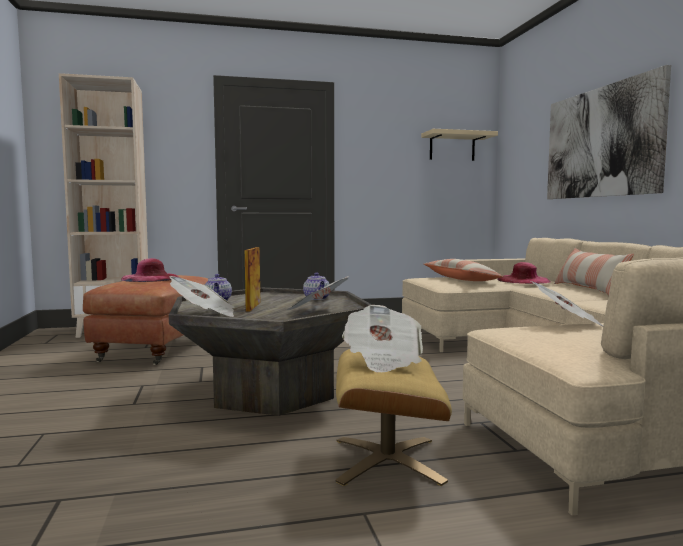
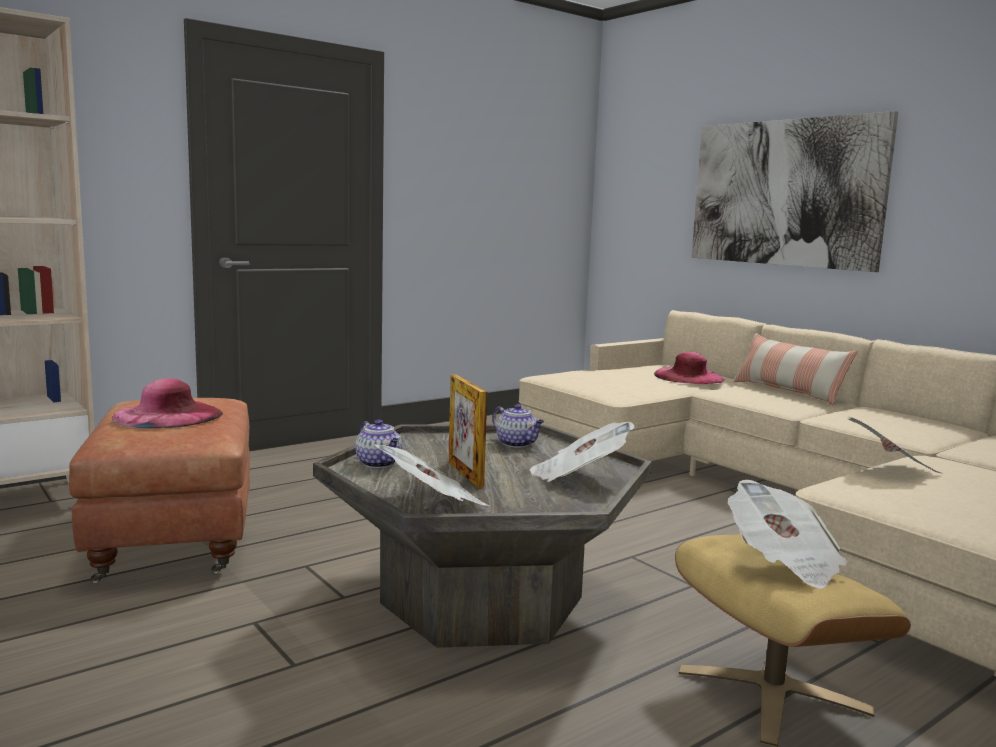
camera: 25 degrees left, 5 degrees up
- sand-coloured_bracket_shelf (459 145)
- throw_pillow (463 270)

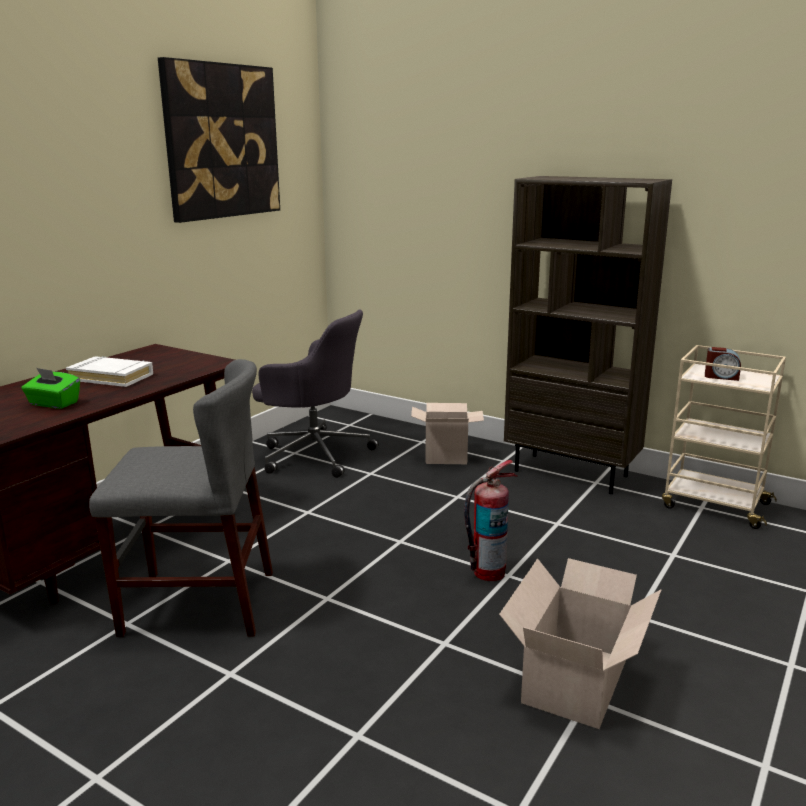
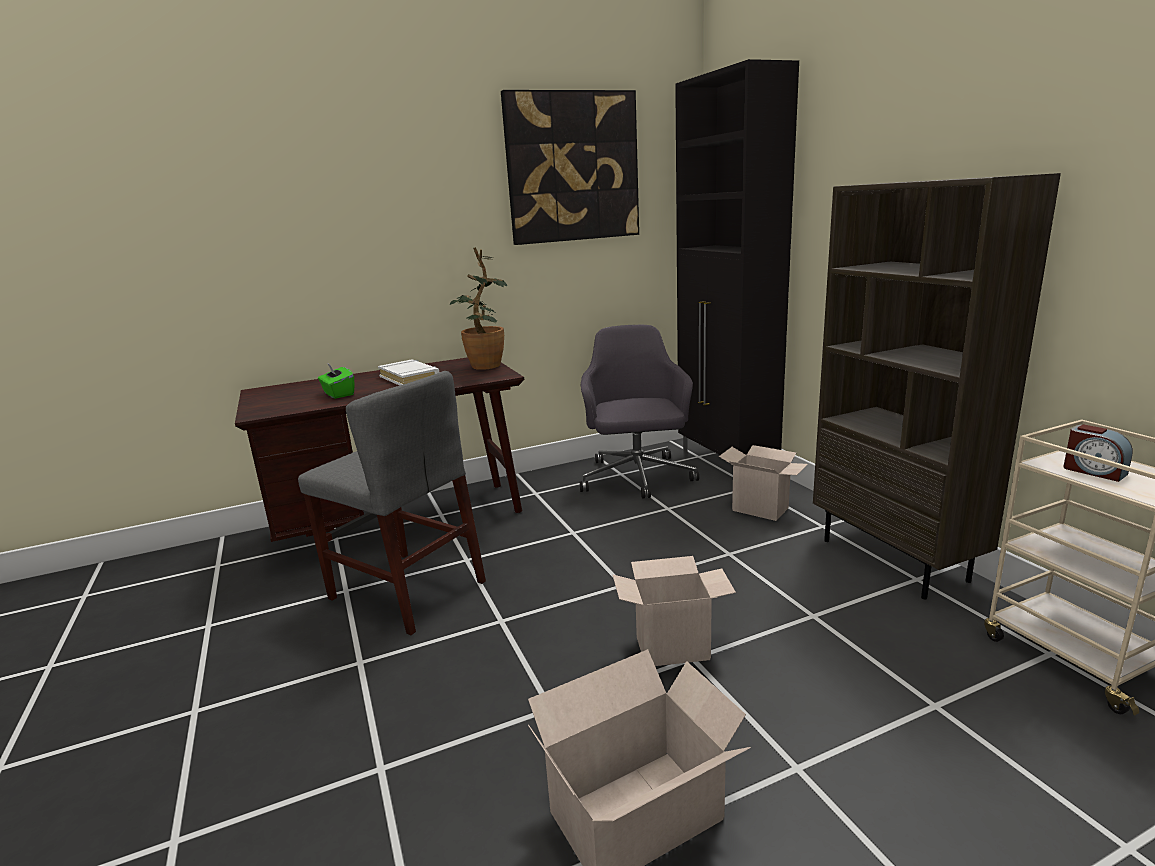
camera: 35 degrees right, 0 degrees up
+ houseplant (478 308)
~ greyish_office_chair (315 393) = (639 412) 150 degrees counterclockwise
~ extinguisher (491 520) to packing_box (674 611)
+ black_cabinet (737 257)

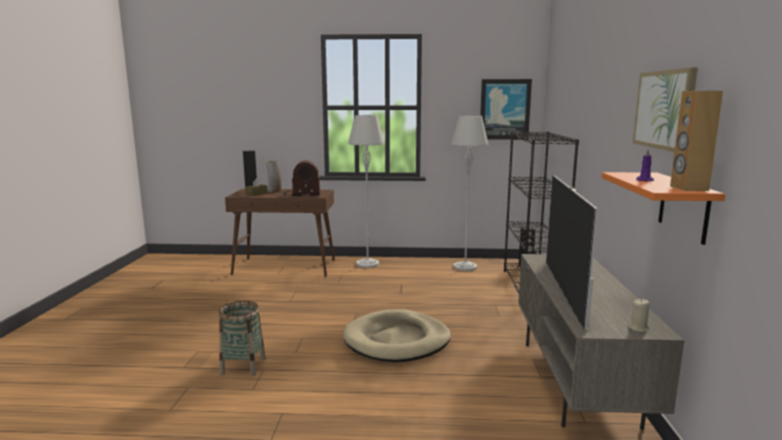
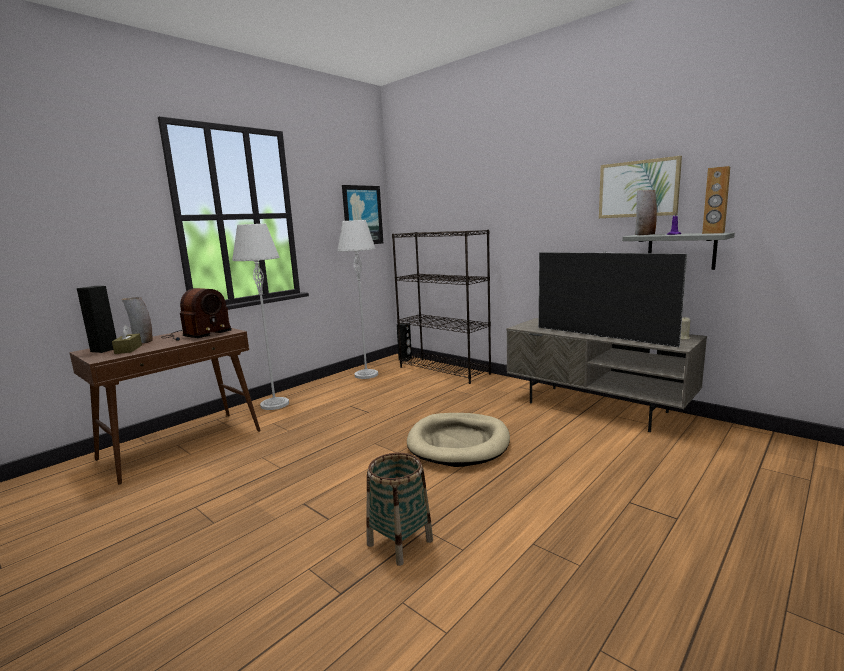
camera: 50 degrees left, 0 degrees up
~ orange-coloured_bracket_shelf (663 208) to greyish_bracket_shelf (678 251)
+ flower_vase (646 212)

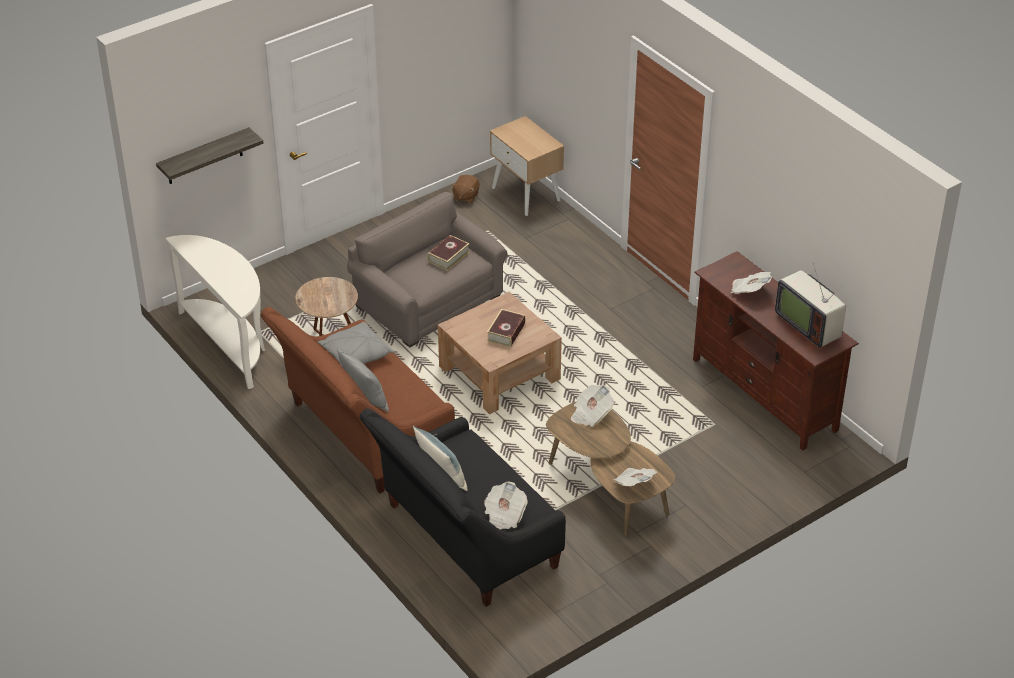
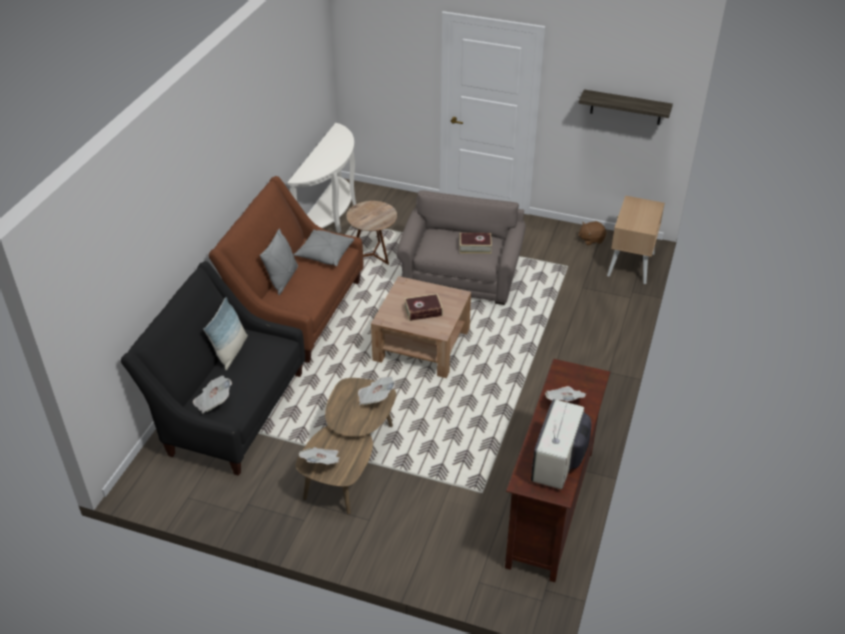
camera: 55 degrees right, 0 degrees up
~ bracket_shelf (209 155) to (626 107)

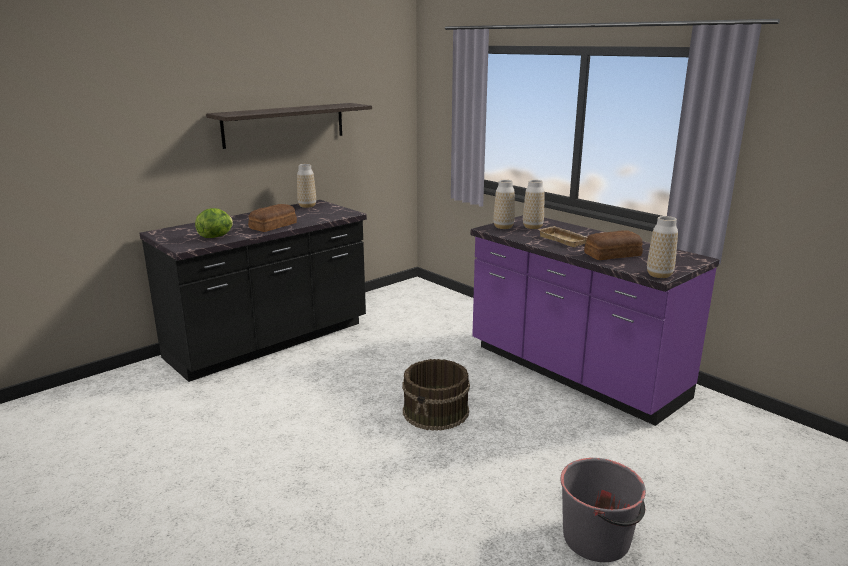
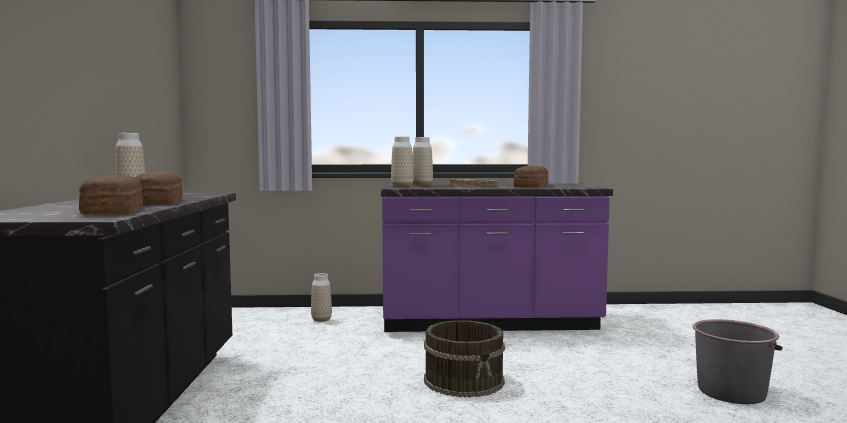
camera: 50 degrees left, 15 degrees down
~ head_of_lettuce (214 223) to baked_bread (111 194)
~ flower_vase (662 247) to (321 297)
- bracket_shelf (289 126)

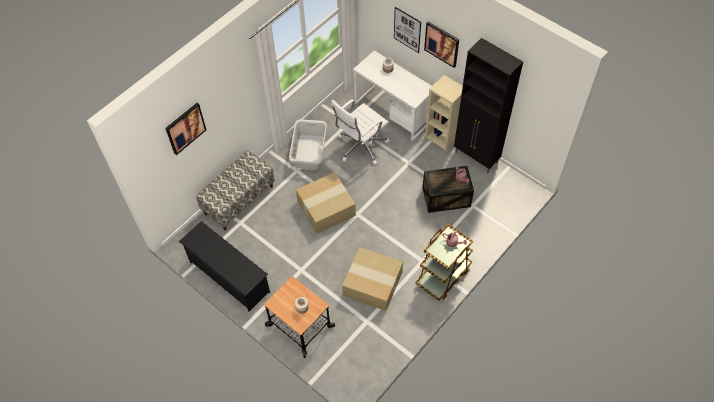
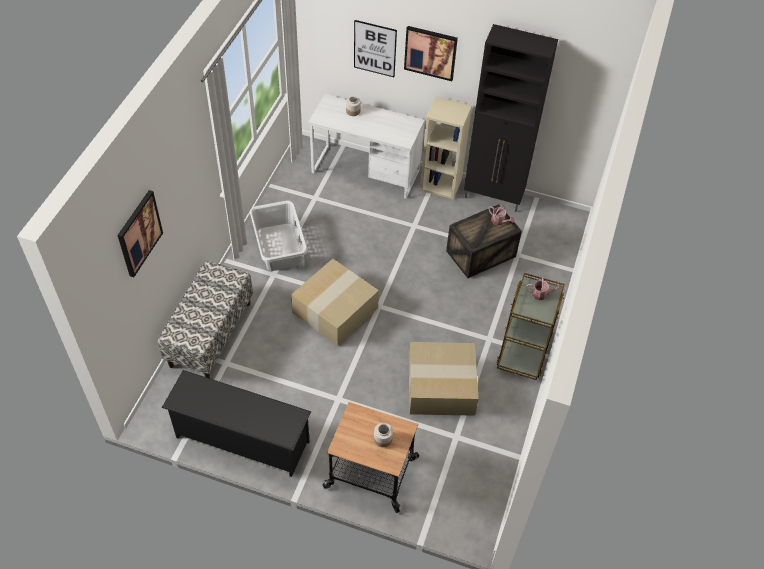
camera: 25 degrees left, 5 degrees down
- white-coloured_office_chair (360 132)

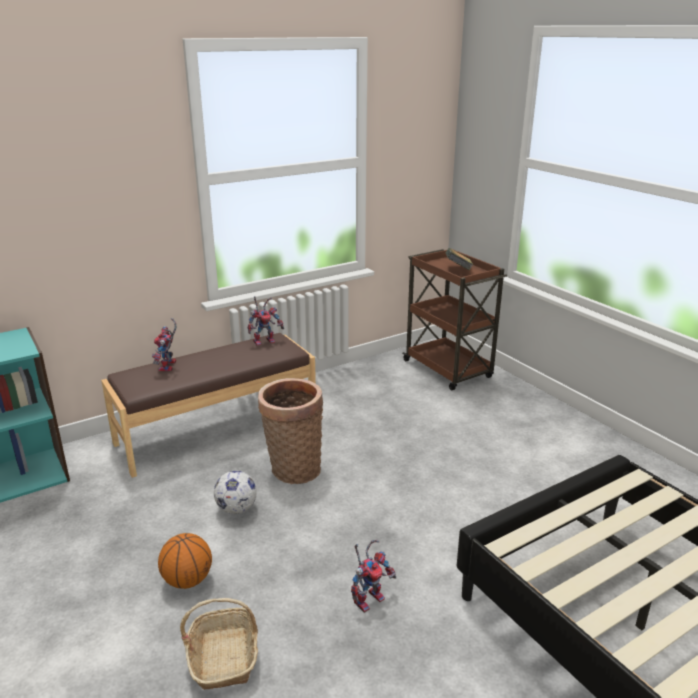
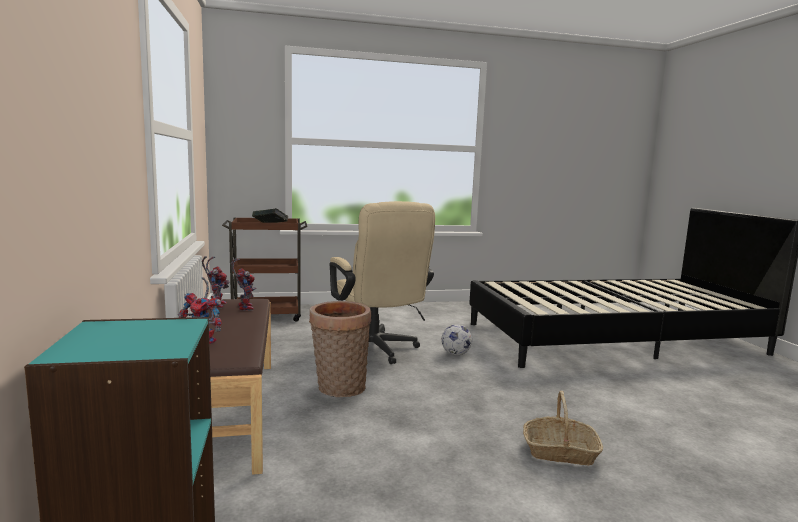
camera: 70 degrees left, 15 degrees down
~ model_robot (373 576) to (243 284)
+ sand-coloured_office_chair (382 282)
~ ball_for_football (235 492) to (456 340)
- ball_for_basketball (185 561)

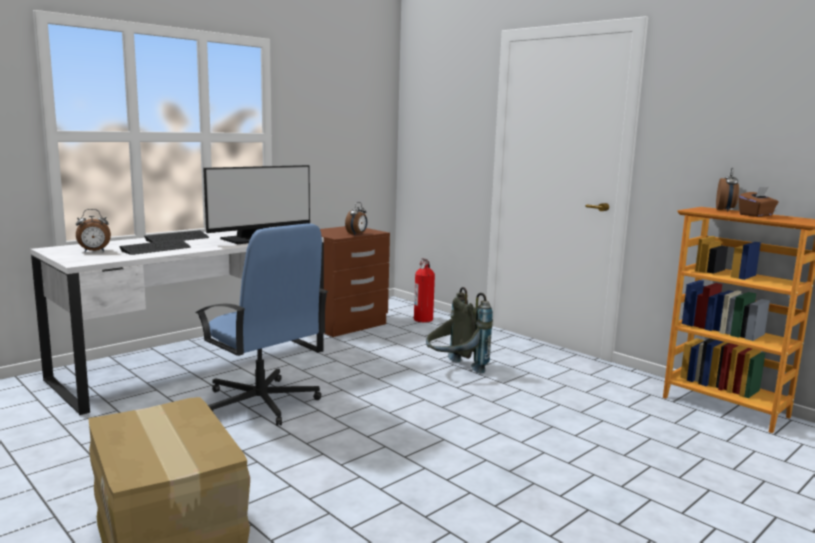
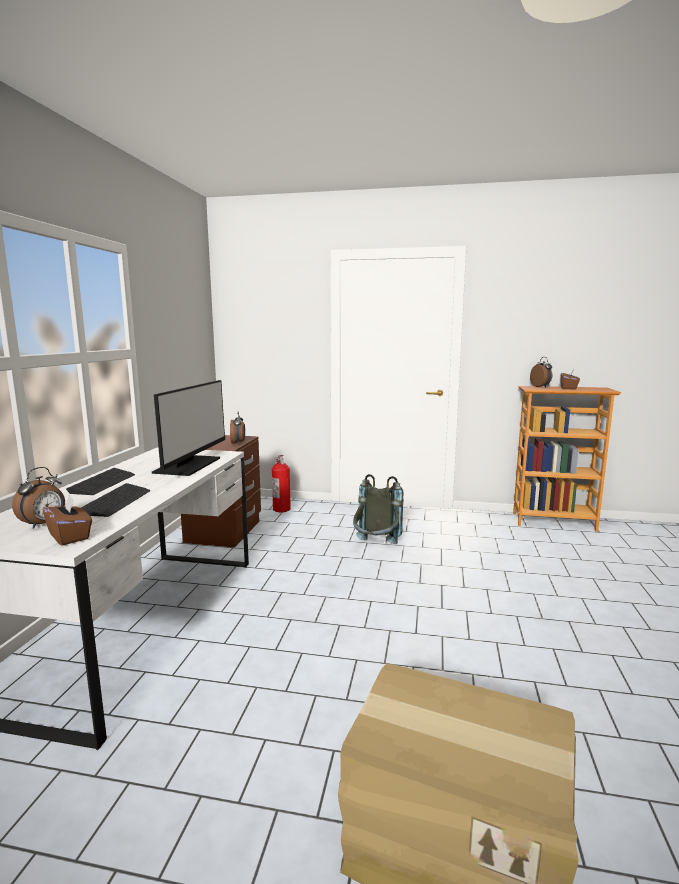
camera: 35 degrees left, 0 degrees up
+ brown_box_of_tissues (67 521)
- blue_office_chair (261 324)

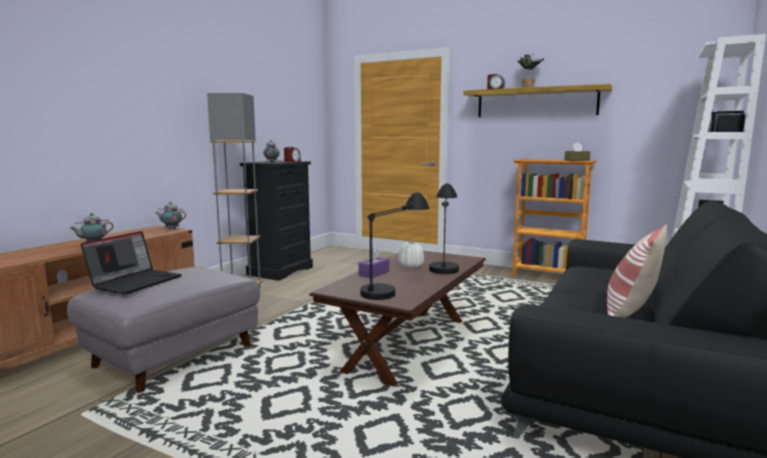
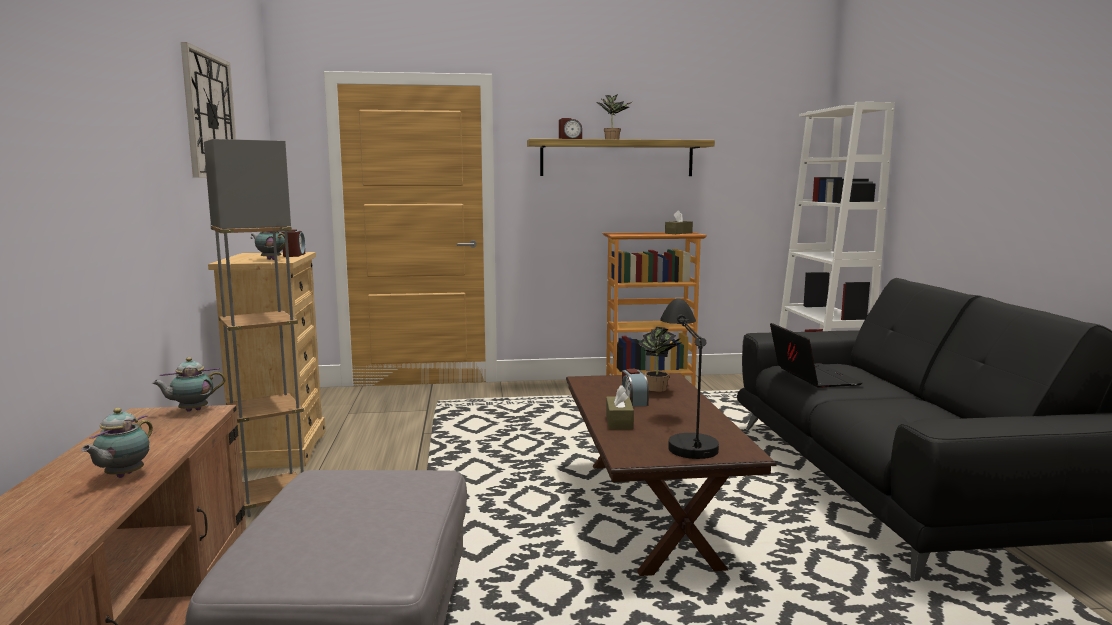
camera: 35 degrees left, 0 degrees up
+ hanging_clock (208 110)
~ black_dresser (276 221) to sand-coloured_dresser (266 360)
~ purple-coloured_box_of_tissues (373 263) to brown_box_of_tissues (620 407)
~ white-coloured_flower_vase (411 255) to alarm_clock (635 388)
~ black_tabletop_lamp (444 228) to houseplant (660 359)
~ portable_computer (131 262) to (816 355)
- throw_pillow (637 271)

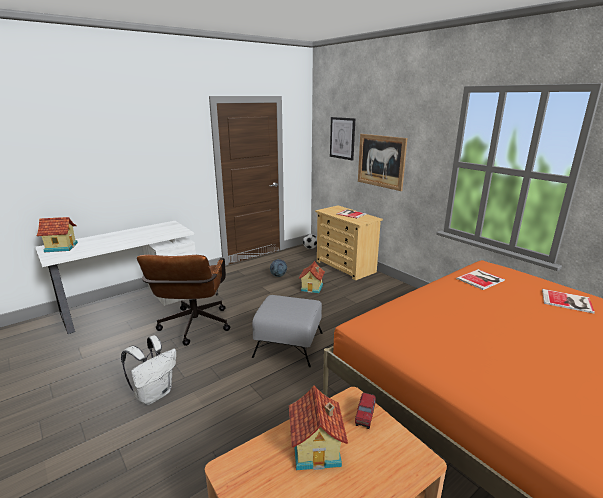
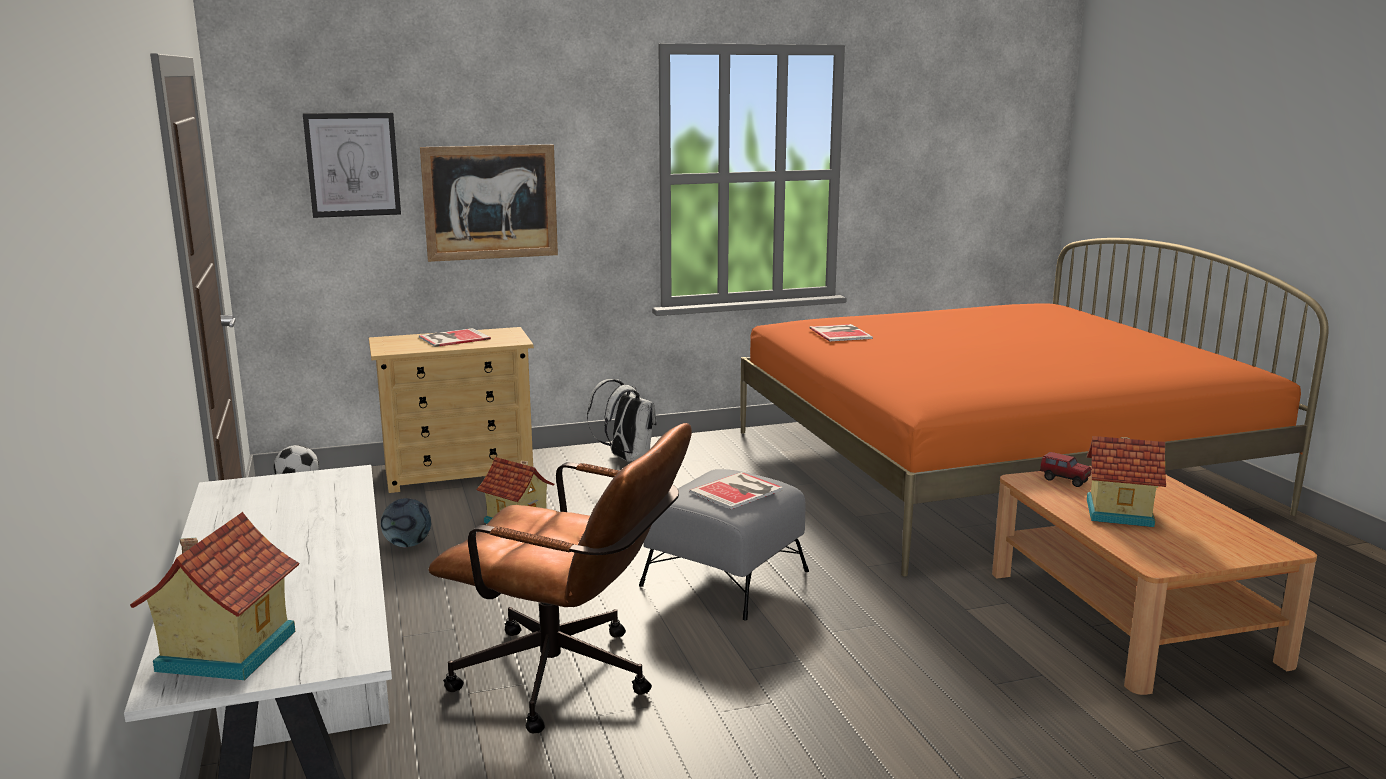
camera: 70 degrees left, 5 degrees down
~ white-coloured_backpack (148 370) to (622 420)
~ bound_book (568 301) to (736 490)

